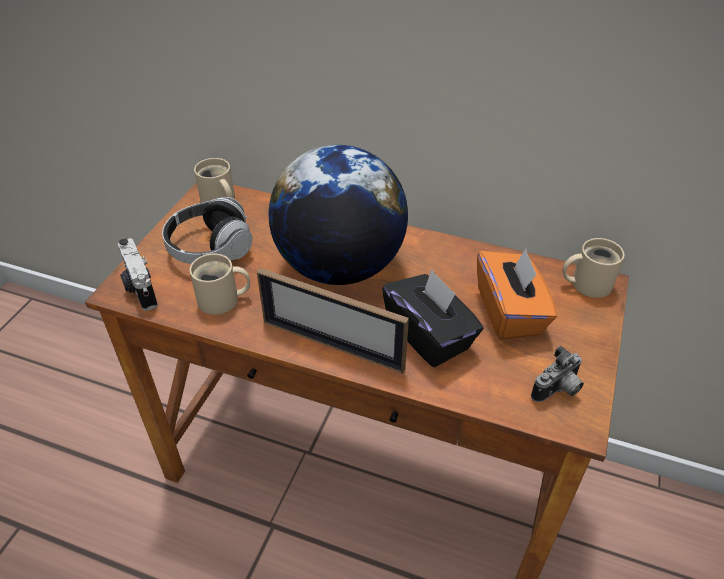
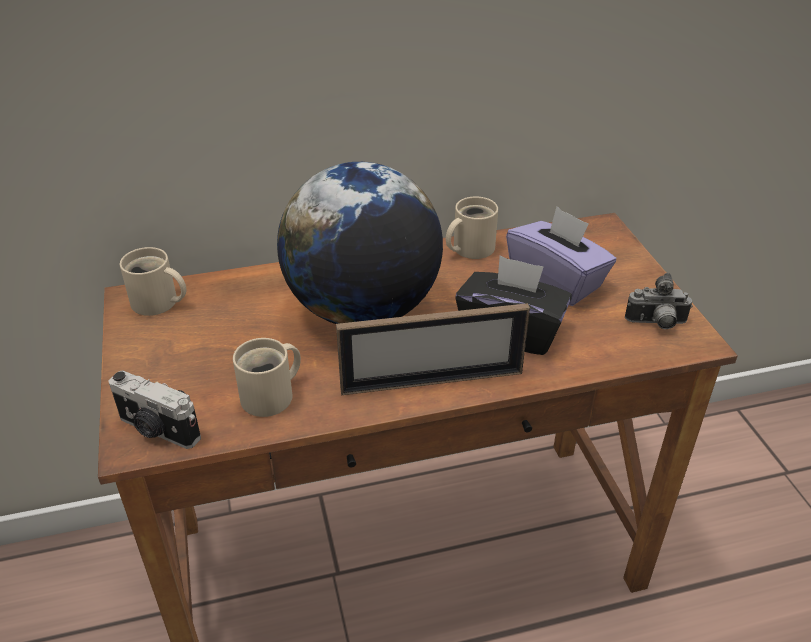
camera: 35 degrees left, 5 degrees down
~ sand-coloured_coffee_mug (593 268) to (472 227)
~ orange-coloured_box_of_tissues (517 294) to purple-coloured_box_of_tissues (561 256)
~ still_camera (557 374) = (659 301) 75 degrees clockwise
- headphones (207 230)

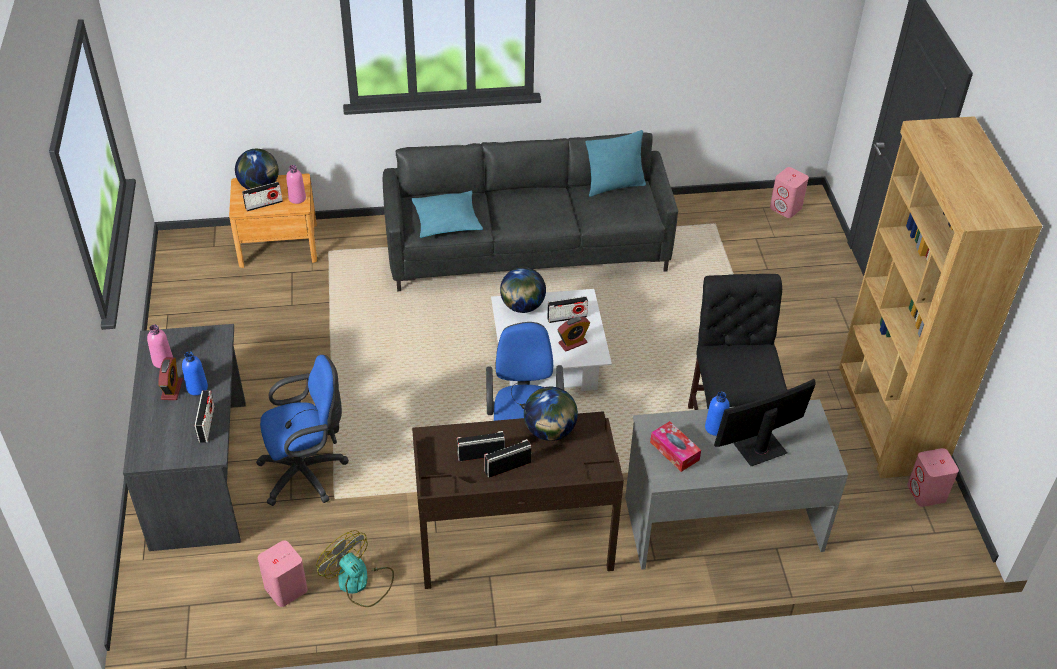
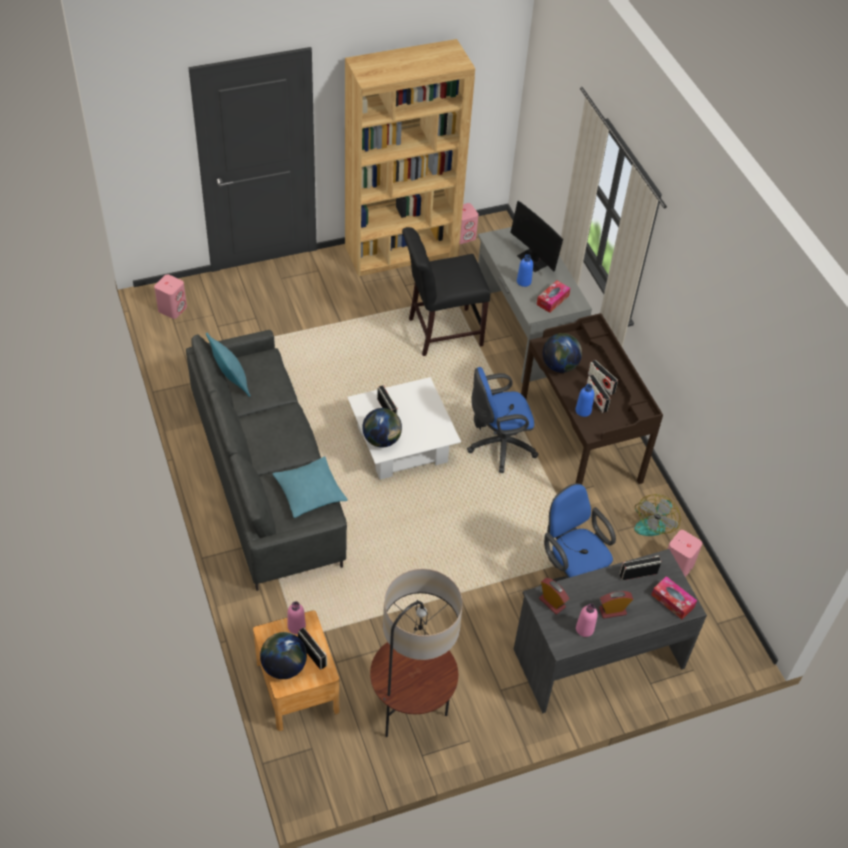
camera: 105 degrees left, 5 degrees up
+ standard_lamp (416 652)
~ alarm_clock (574 334) to (554 596)
~ blue_bottle (195 373) to (585 400)
+ box_of_tissues (674 597)

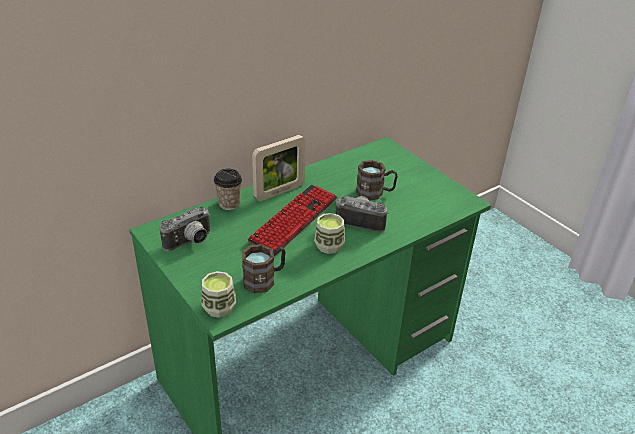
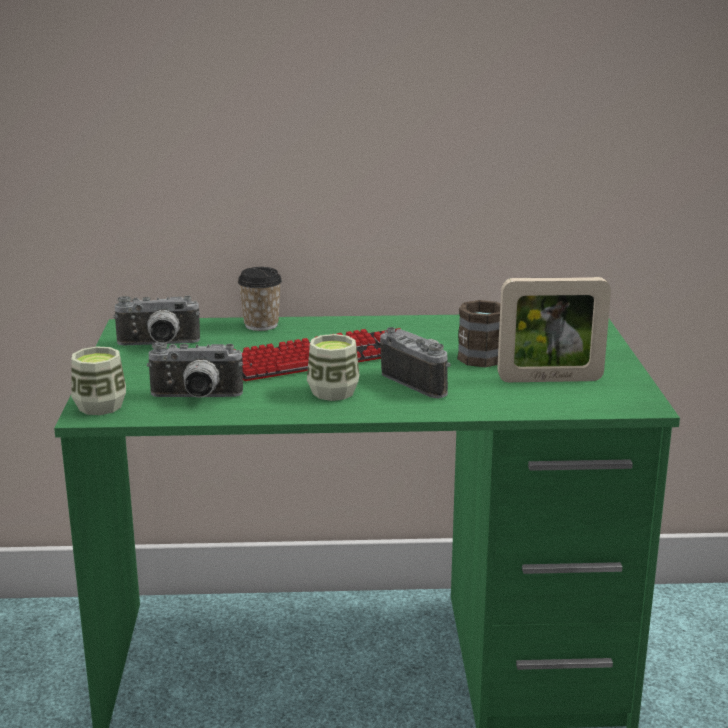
camera: 35 degrees right, 15 degrees down
~ brown_coffee_mug (264 268) to still_camera (195 370)
~ standing_frame (279 168) to (554 329)

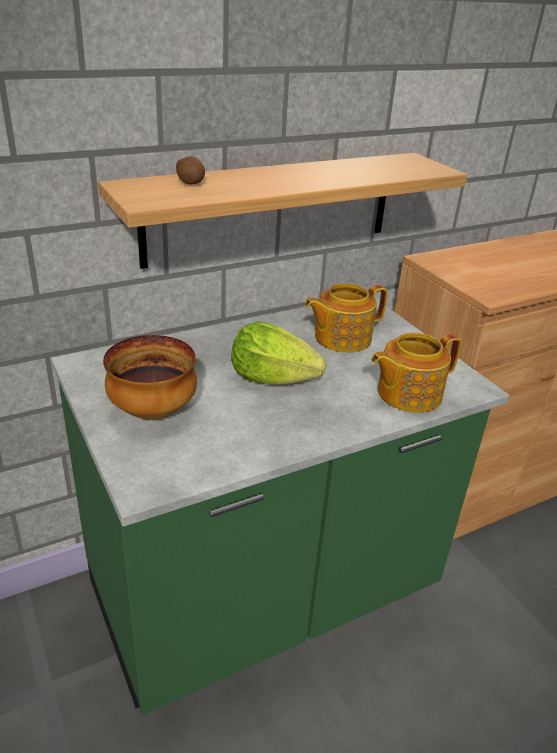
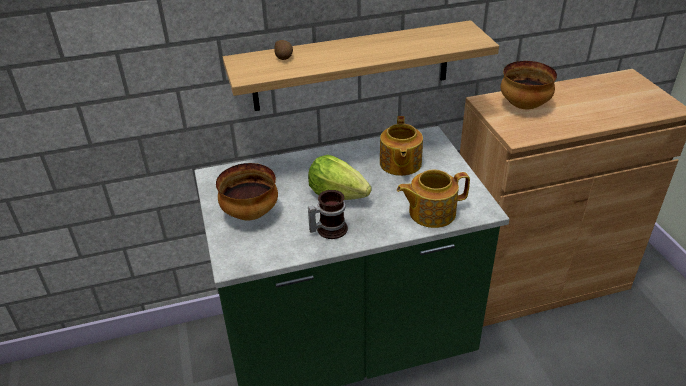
camera: 15 degrees right, 5 degrees up
+ coffee_mug (328 214)
~ pot_for_tea (346 317) = (401 146) 75 degrees counterclockwise
+ bowl (529 85)

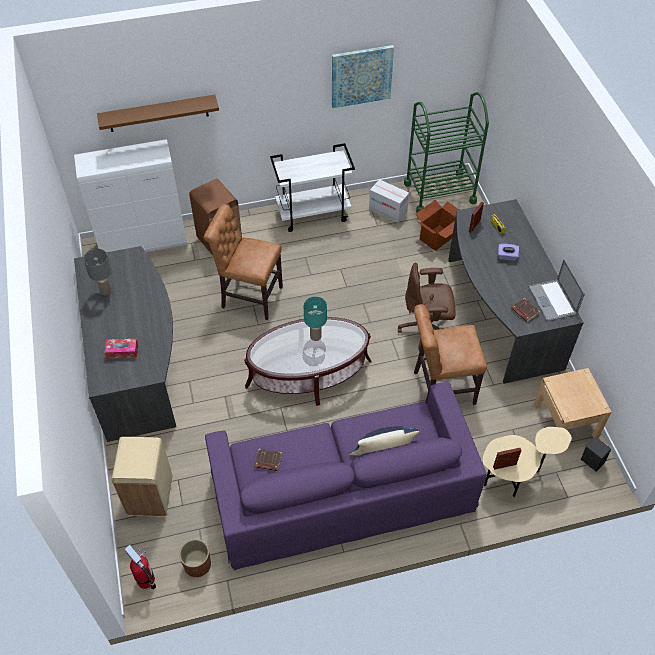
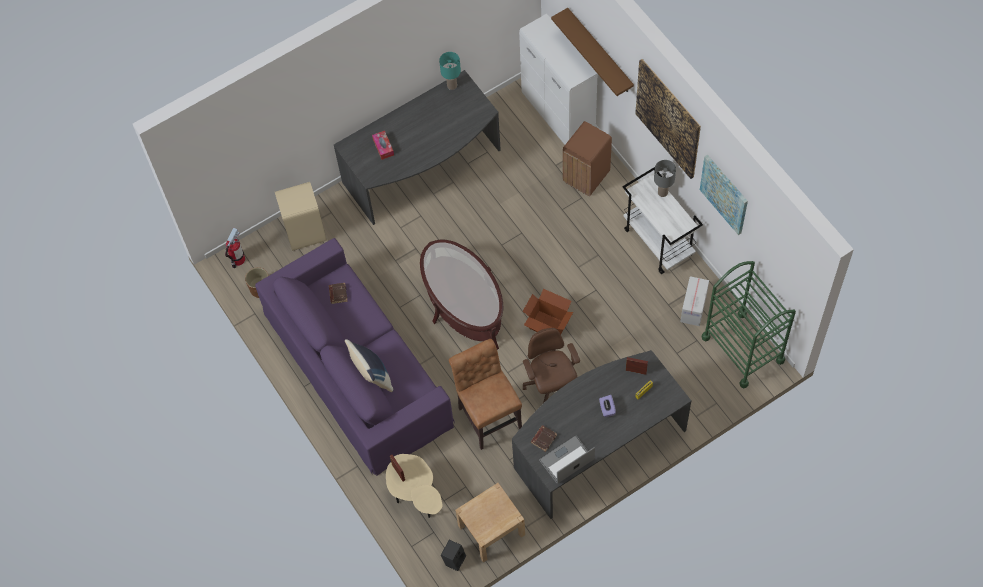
camera: 75 degrees right, 10 degrees up
~ blue-green_tabletop_lamp (315 319) to (450 71)
~ packing_box (437 225) to (548 311)
+ wall_art (668 119)
~ greyish_tabletop_lamp (97 272) to (665 178)
- brown_plain_chair (243 262)

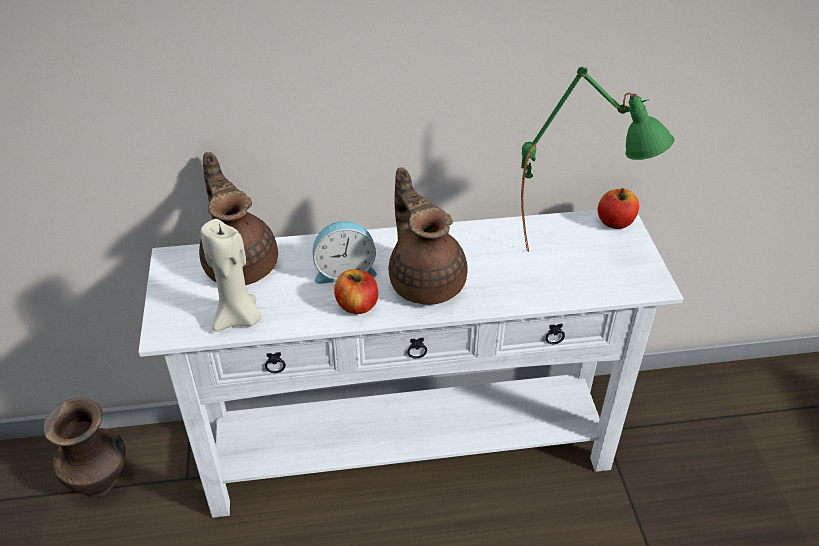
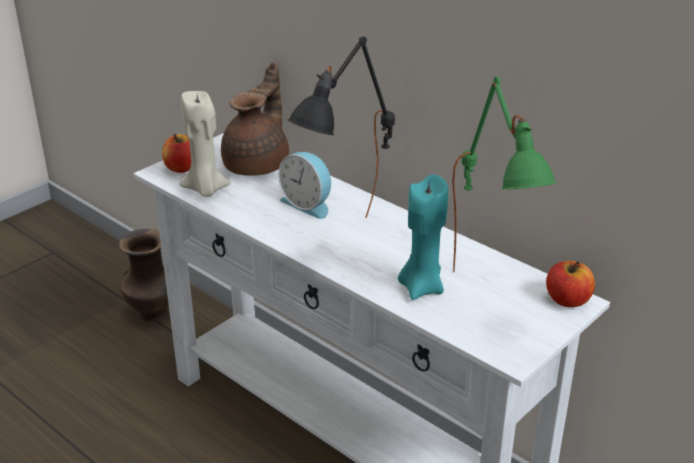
camera: 50 degrees right, 10 degrees down
~ whole_apple (356 291) to (176 153)
~ brown_pot_for_tea (428 236) to black_tabletop_lamp (341 127)
+ blue-green_wax_light (423 237)

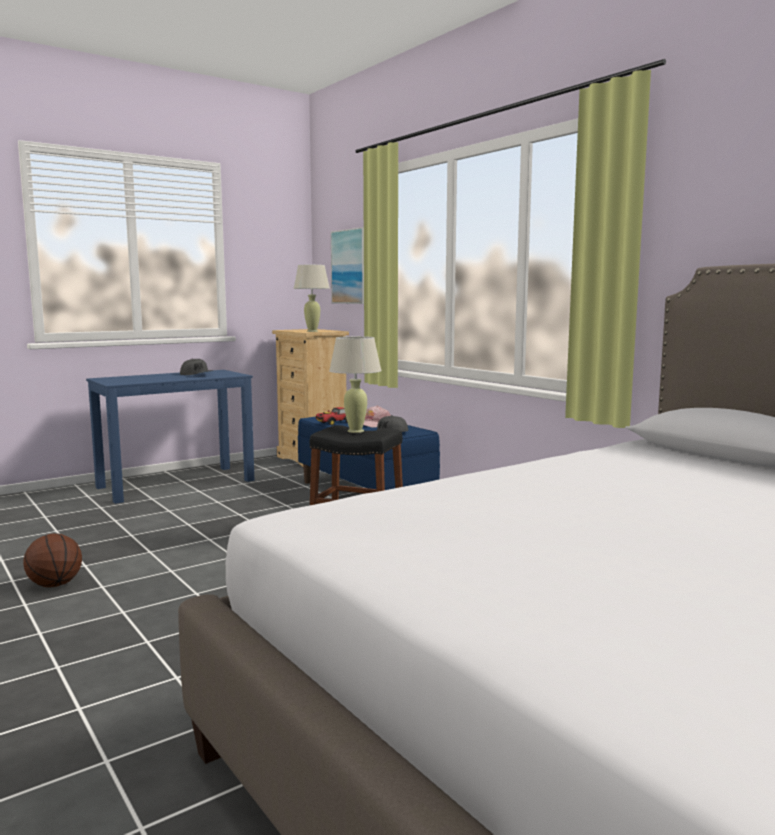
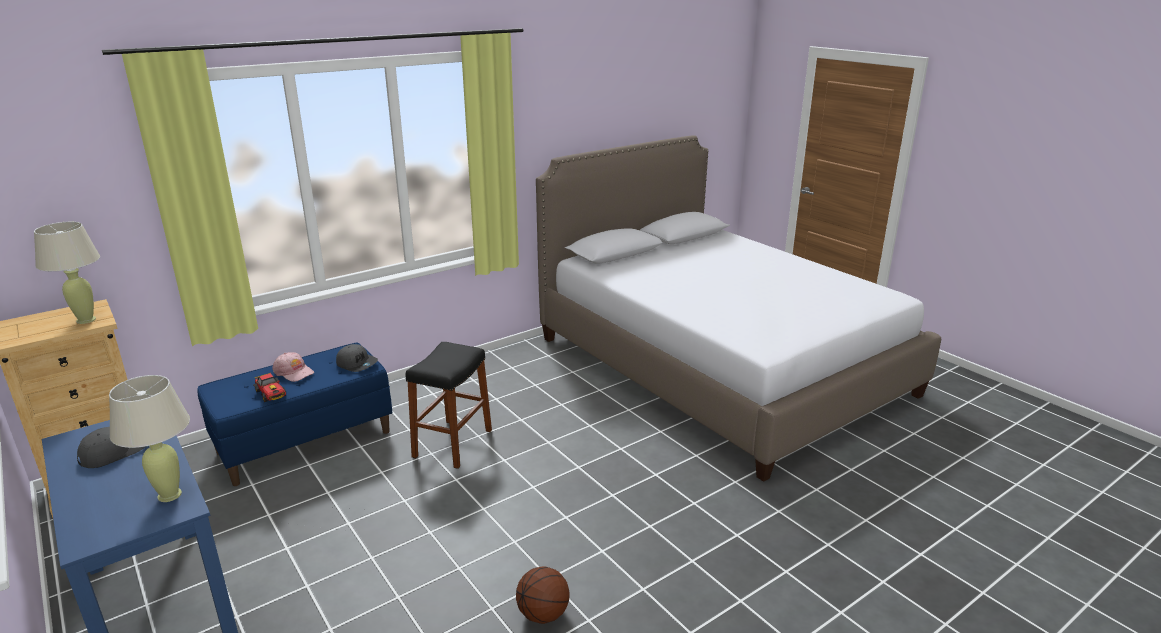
camera: 90 degrees left, 15 degrees up
~ sand-coloured_tabletop_lamp (355 384) to (149 438)
- wall_art (347 265)

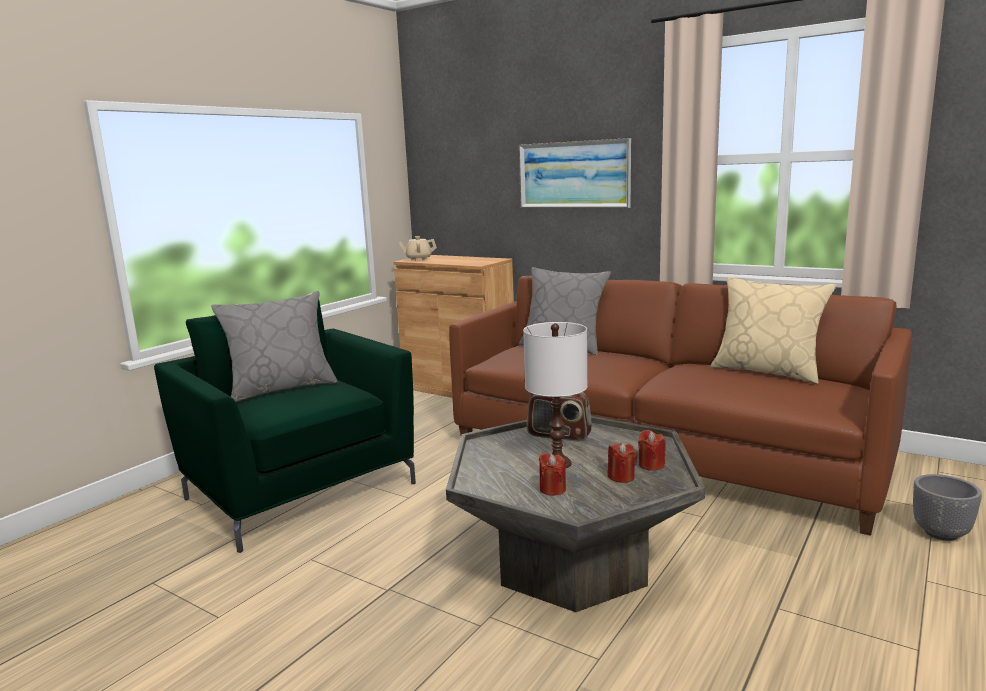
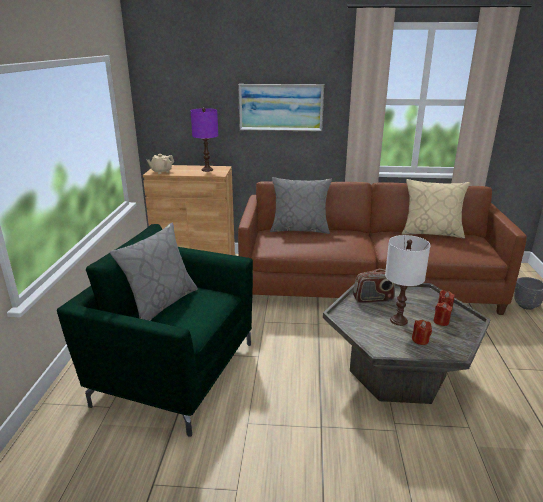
camera: 30 degrees left, 10 degrees up
+ purple-coloured_tabletop_lamp (204 140)

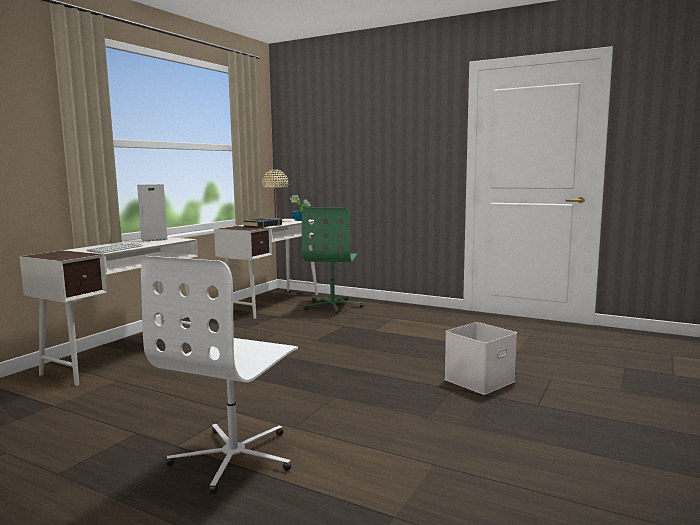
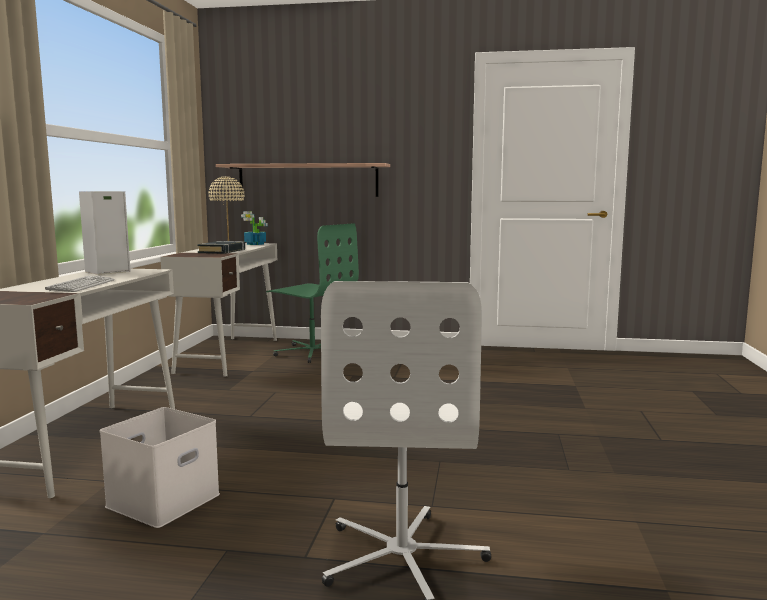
camera: 20 degrees left, 0 degrees up
~ white-coloured_storage_bin (480 358) to (160 467)
+ bracket_shelf (303 180)
~ green-coloured_office_chair (332 260) = (312 293) 45 degrees counterclockwise

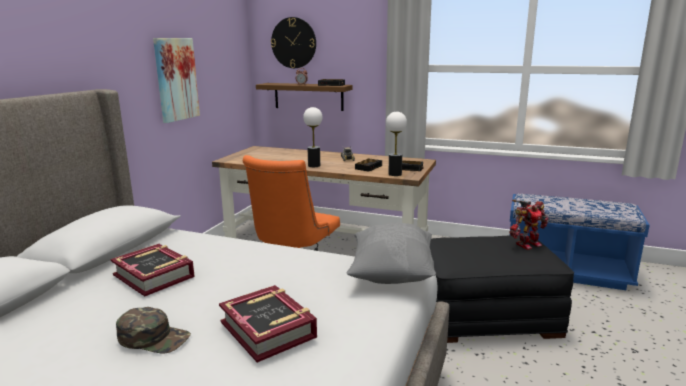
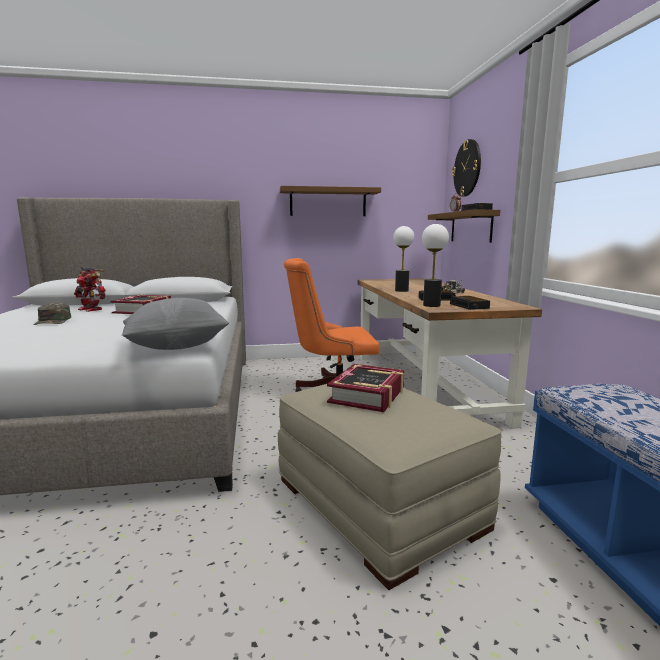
camera: 60 degrees right, 5 degrees down
~ model_robot (529 225) to (90 289)
~ black_pouffe (502 289) to sand-coloured_pouffe (390 487)
~ wall_art (176 80) to bracket_shelf (330 201)
~ bound_book (268 324) to (366 388)

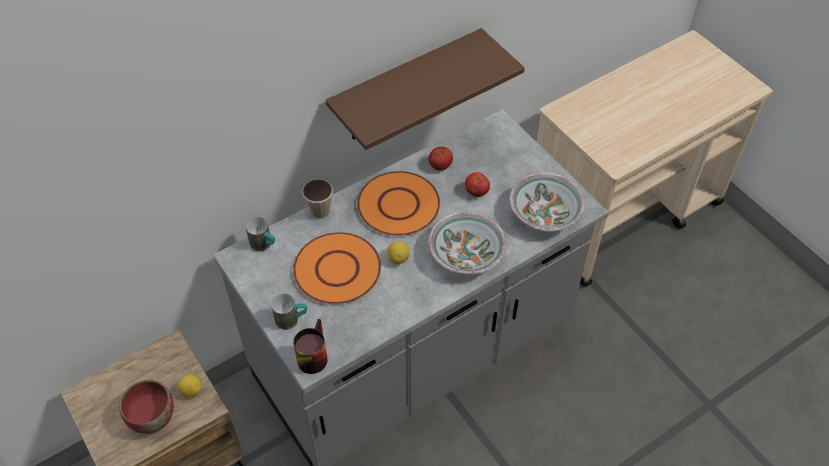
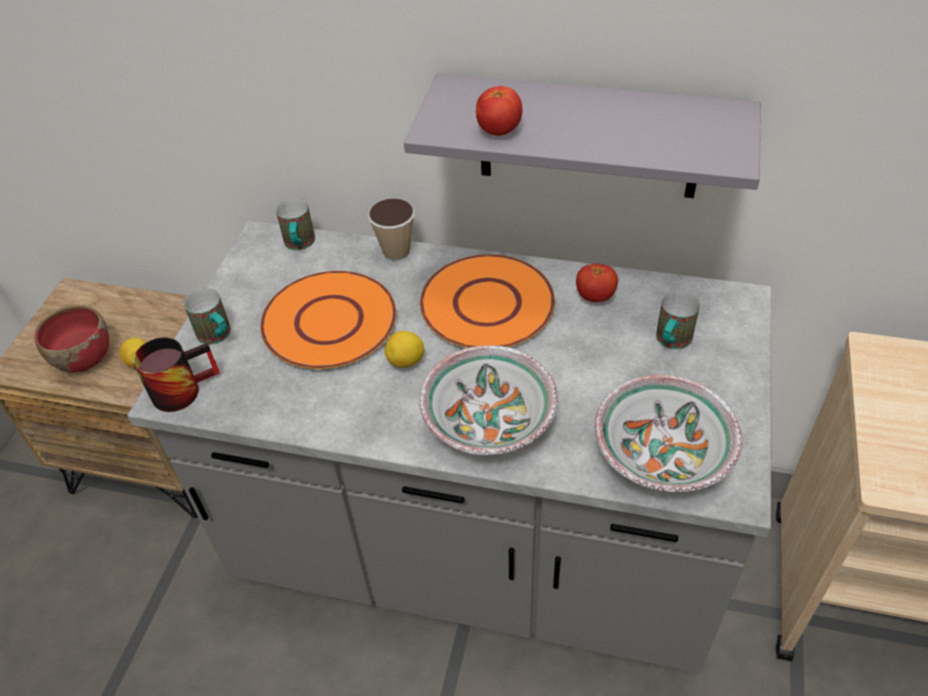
camera: 50 degrees right, 5 degrees down
~ brown_bracket_shelf (425 89) to greyish_bracket_shelf (582 135)
~ tomato (477 184) to (499 111)
+ coffee_mug (678 320)

